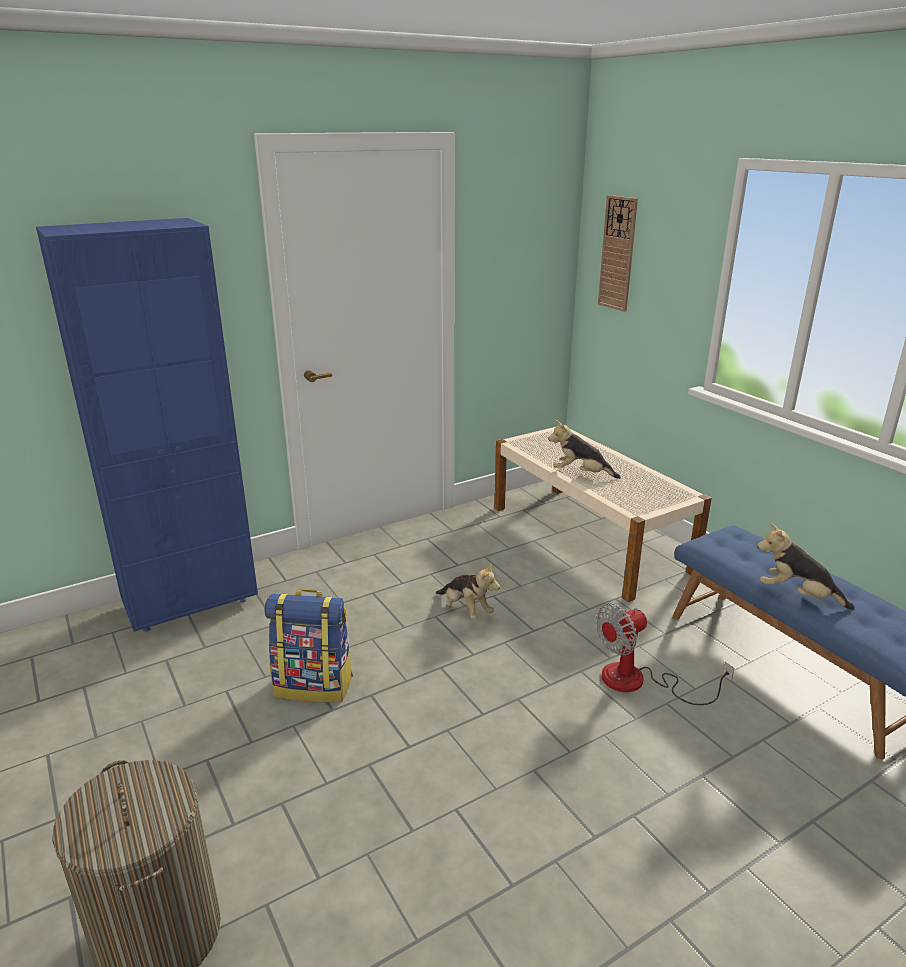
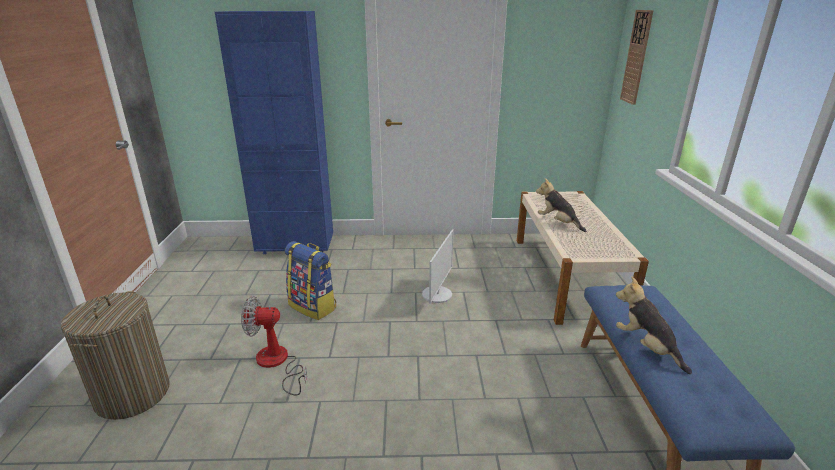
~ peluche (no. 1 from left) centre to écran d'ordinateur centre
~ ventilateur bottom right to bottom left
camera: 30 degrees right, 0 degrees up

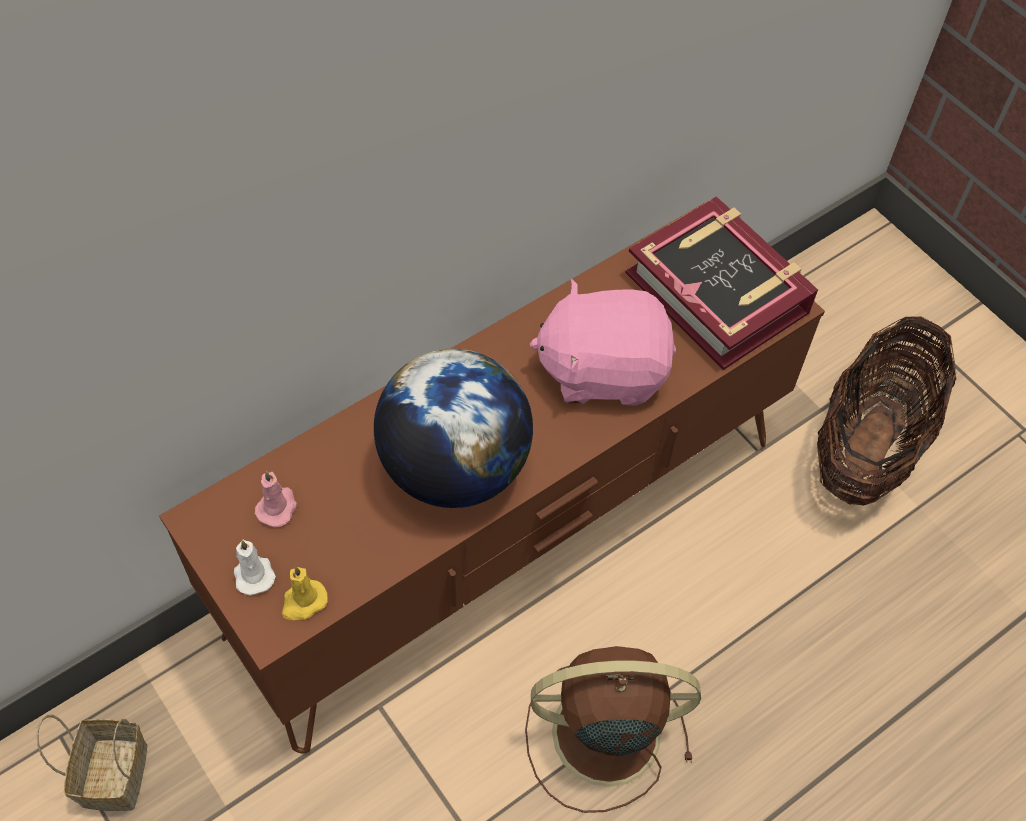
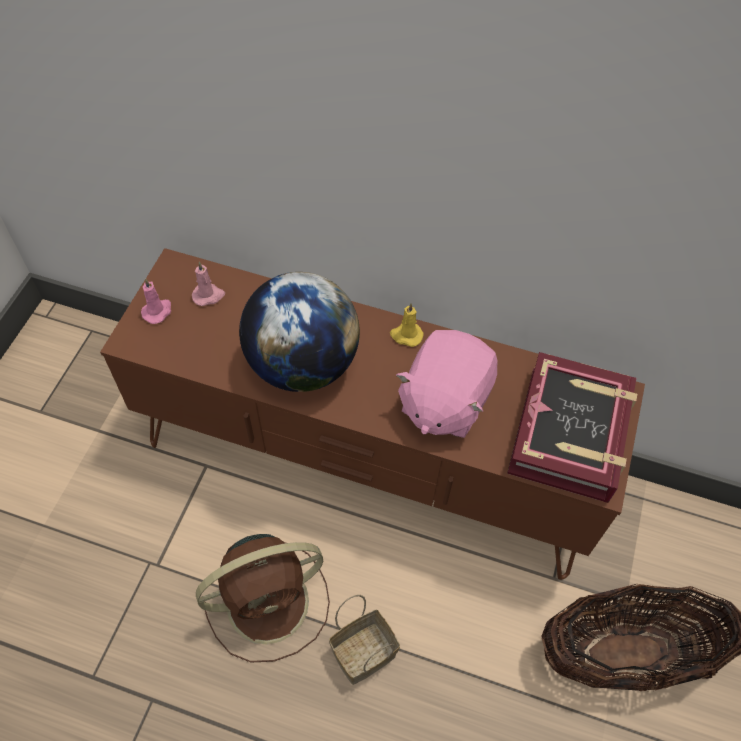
~ peluche [rose] centre = centre 120 degrees counterclockwise
~ bougie [blanc] bottom left to bougie [rose] (no. 1 from left) middle left
~ bougie [jaune] bottom left to centre
~ ventilateur [marron] bottom centre = bottom centre 105 degrees clockwise
~ panier (no. 1 from left) bottom left to bottom centre
camera: 55 degrees right, 0 degrees up

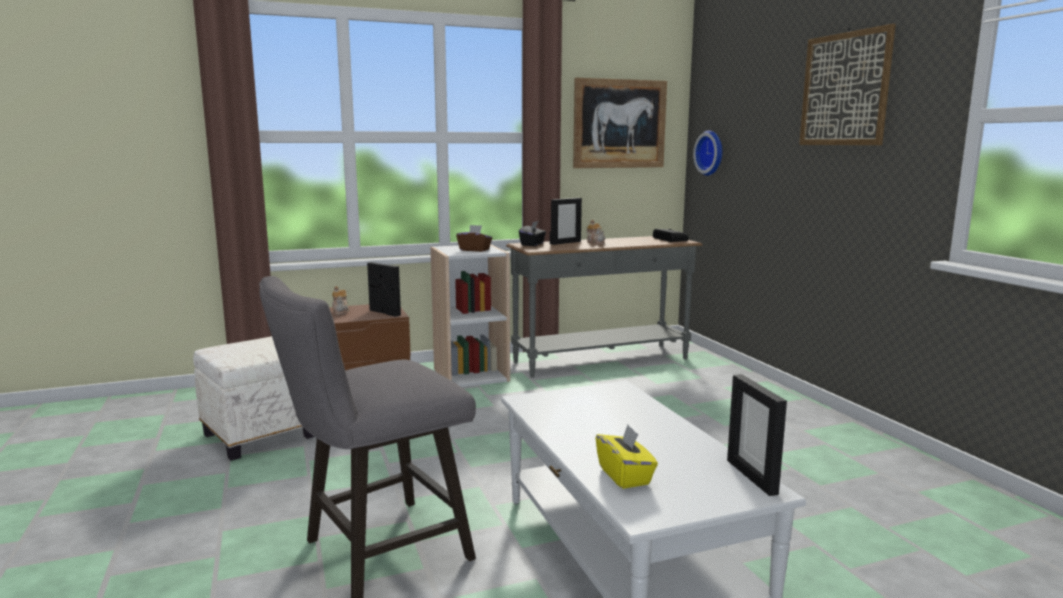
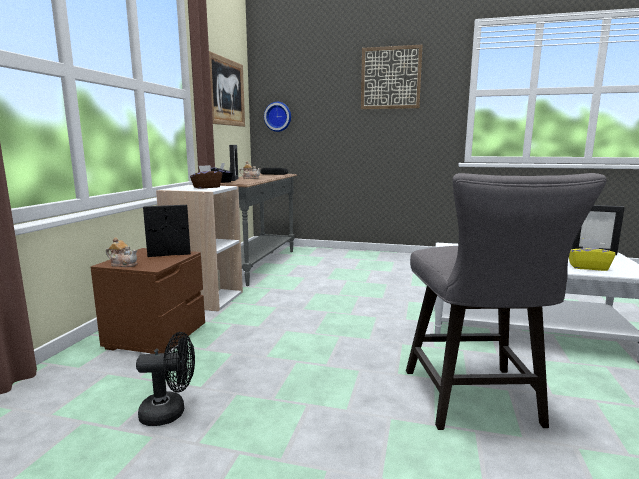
~ pouf [blanc] middle left to ventilateur [noir] bottom left
camera: 55 degrees left, 0 degrees up

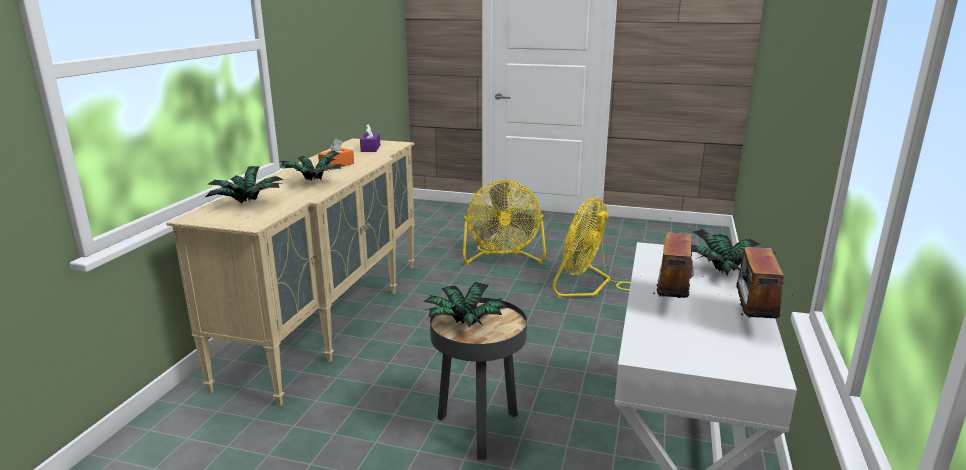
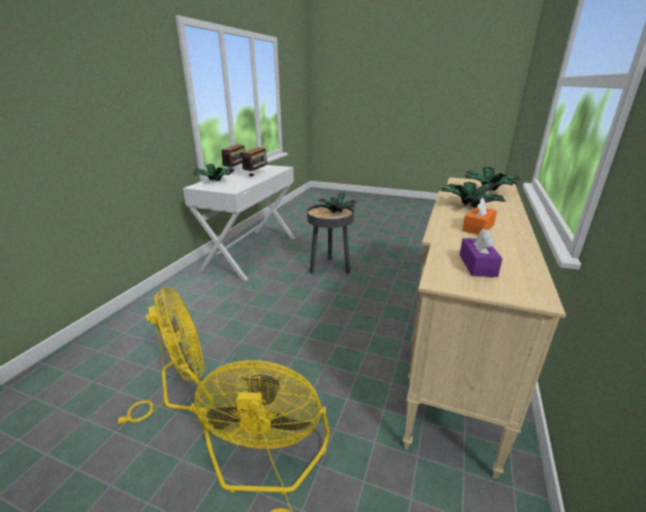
~ ventilateur [jaune] (no. 2 from left in the first image) centre = bottom left 60 degrees counterclockwise
camera: 175 degrees left, 5 degrees up

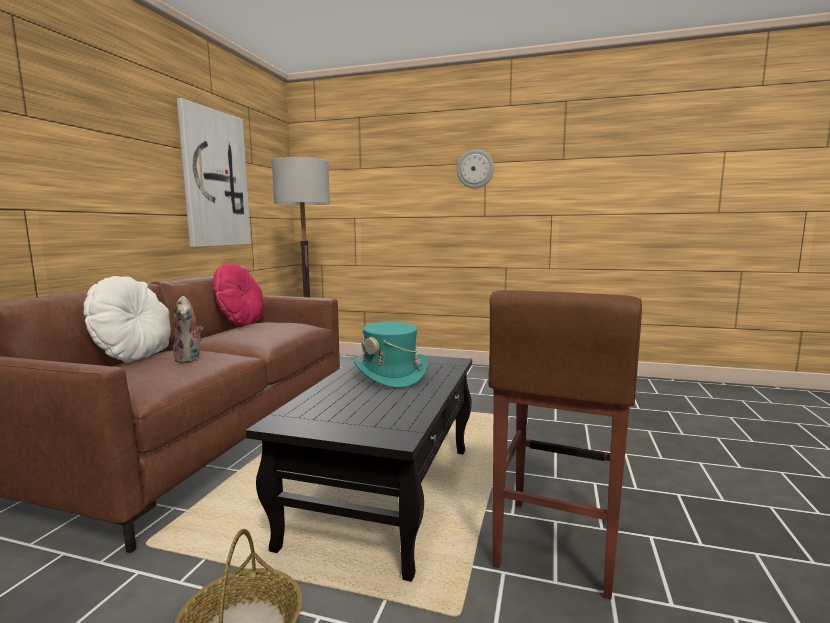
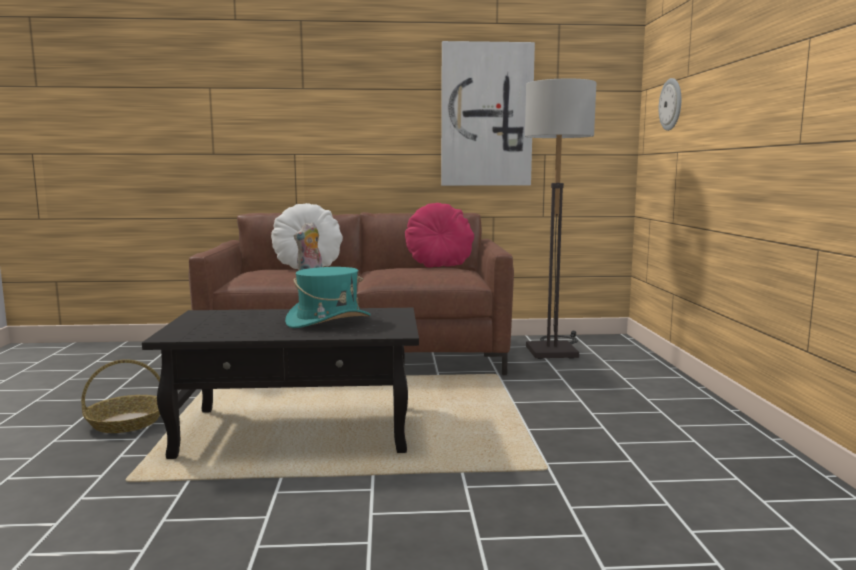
~ horloge murale top centre to top right
- tabouret [marron] bottom right
camera: 70 degrees right, 0 degrees up

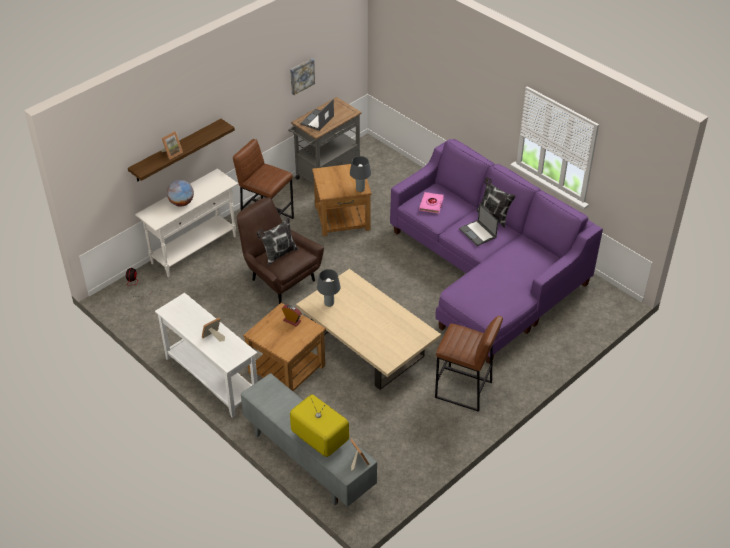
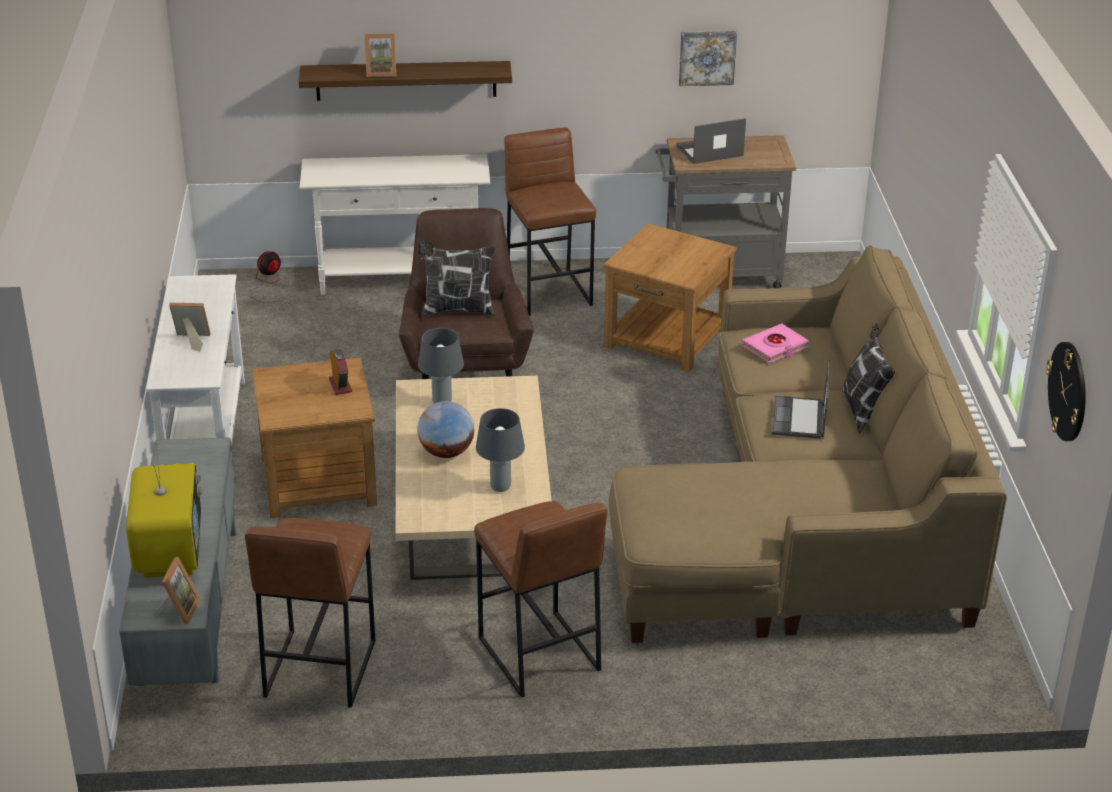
~ canapé [violet] middle right to canapé [beige] middle right
~ lampe de table [gris] (no. 2 from left) top centre to centre
~ globe middle left to centre
+ horloge murale middle right
+ tabouret [marron] (no. 1 from left) bottom left
camera: 40 degrees right, 10 degrees down

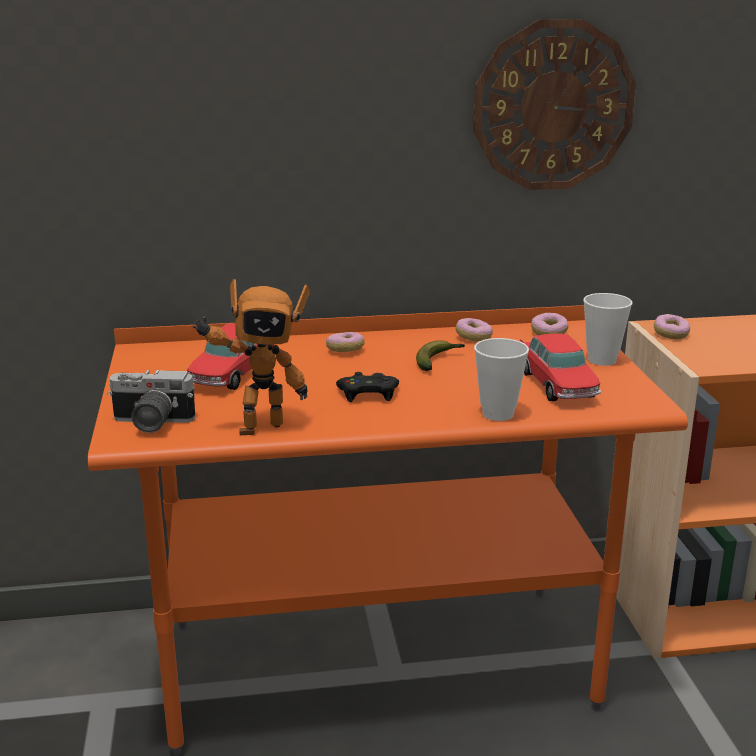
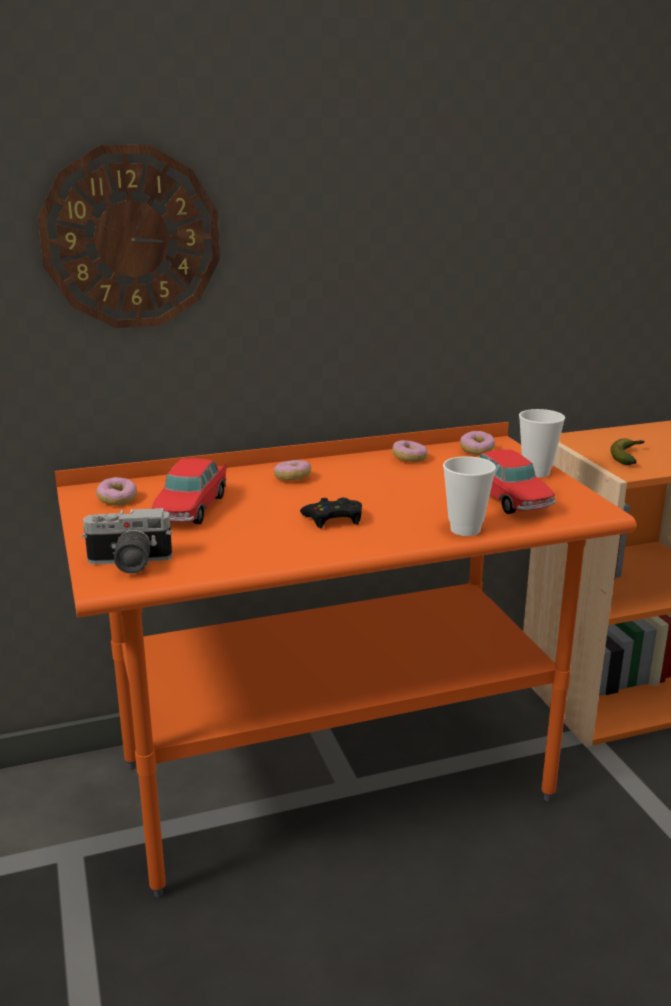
~ horloge murale top right to top left
- robot jouet middle left
~ beignet (no. 4 from left in the first image) middle right to beignet (no. 1 from left) middle left
~ banane centre to middle right
camera: 10 degrees left, 0 degrees up

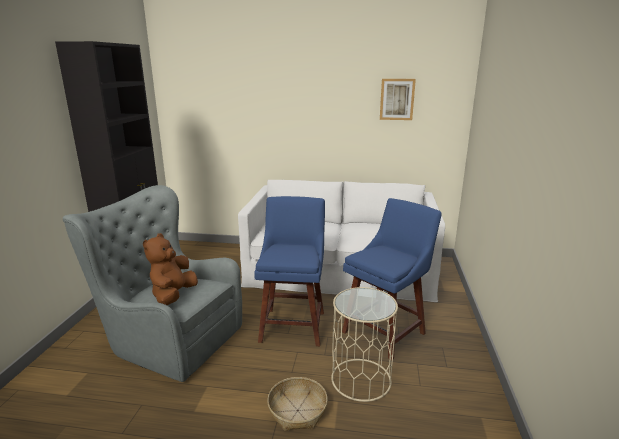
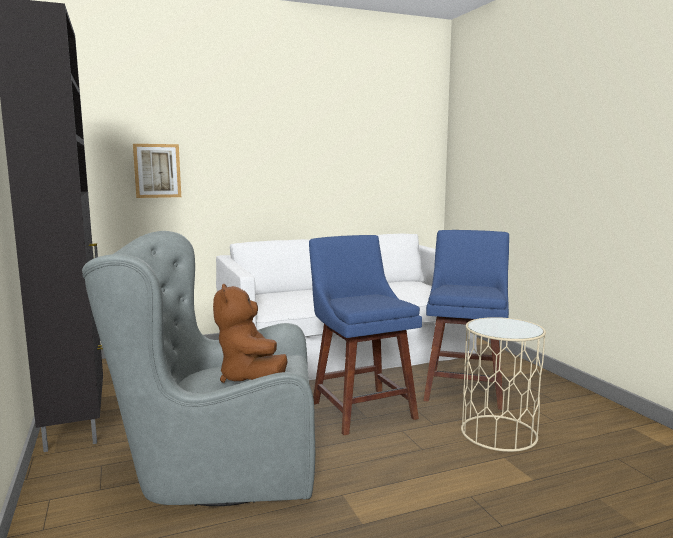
~ tableau top centre to top left
- panier bottom centre
camera: 30 degrees left, 10 degrees down

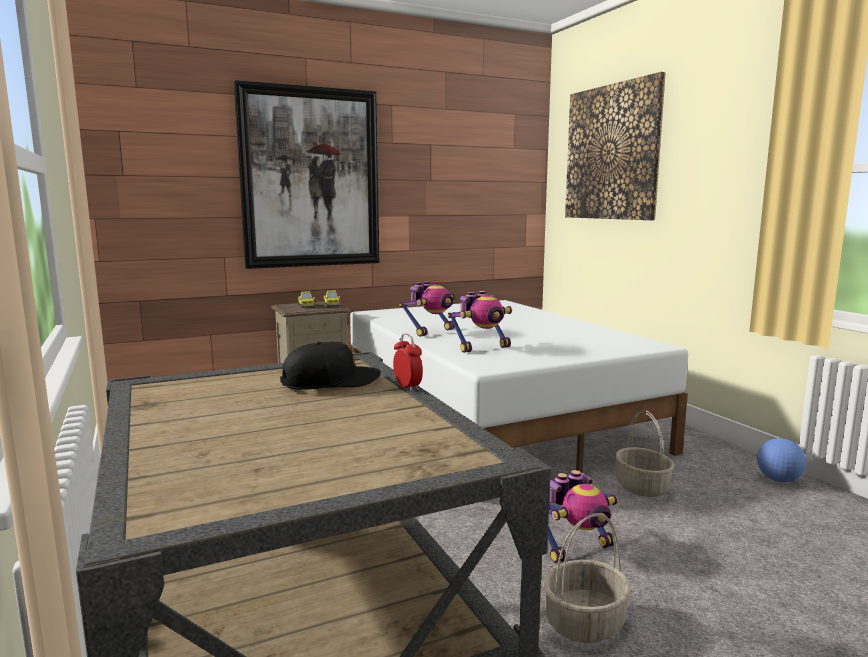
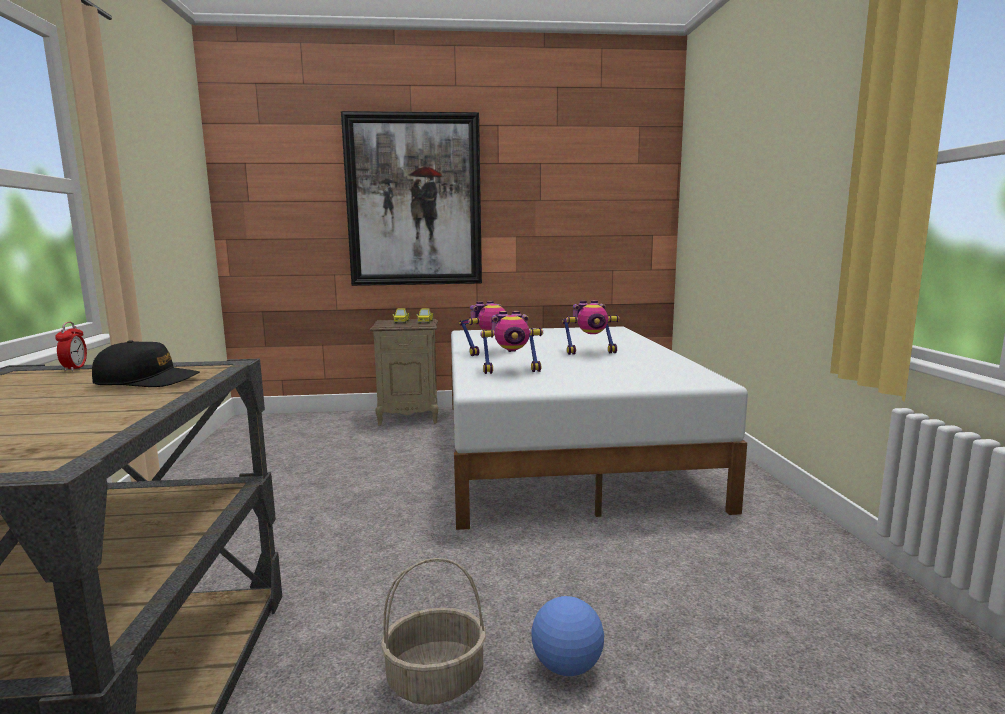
- tableau (no. 2 from left) top right
~ réveil centre to middle left
- panier (no. 2 from left) bottom right
~ ballon de foot bottom right to bottom centre
~ robot jouet (no. 3 from left) bottom right to centre
camera: 20 degrees right, 0 degrees up

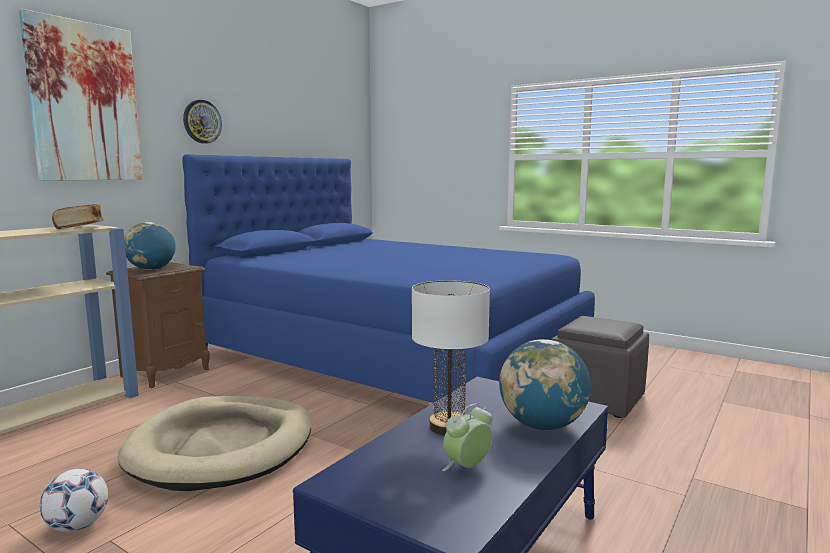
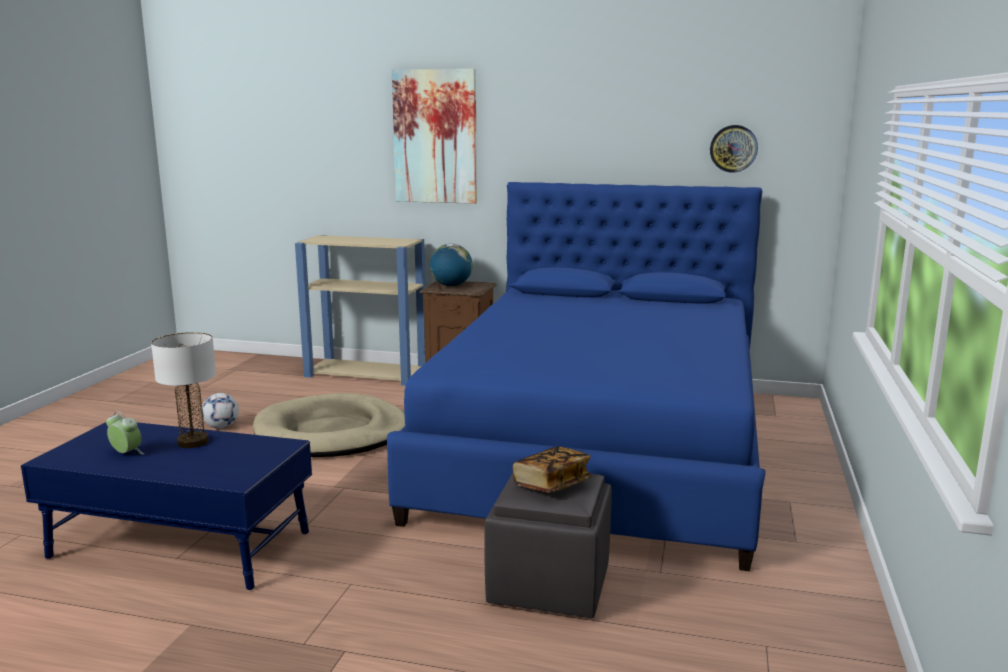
~ horloge murale top left to top right
~ livre middle left to bottom centre
- globe (no. 2 from left) bottom centre
camera: 70 degrees right, 5 degrees up

